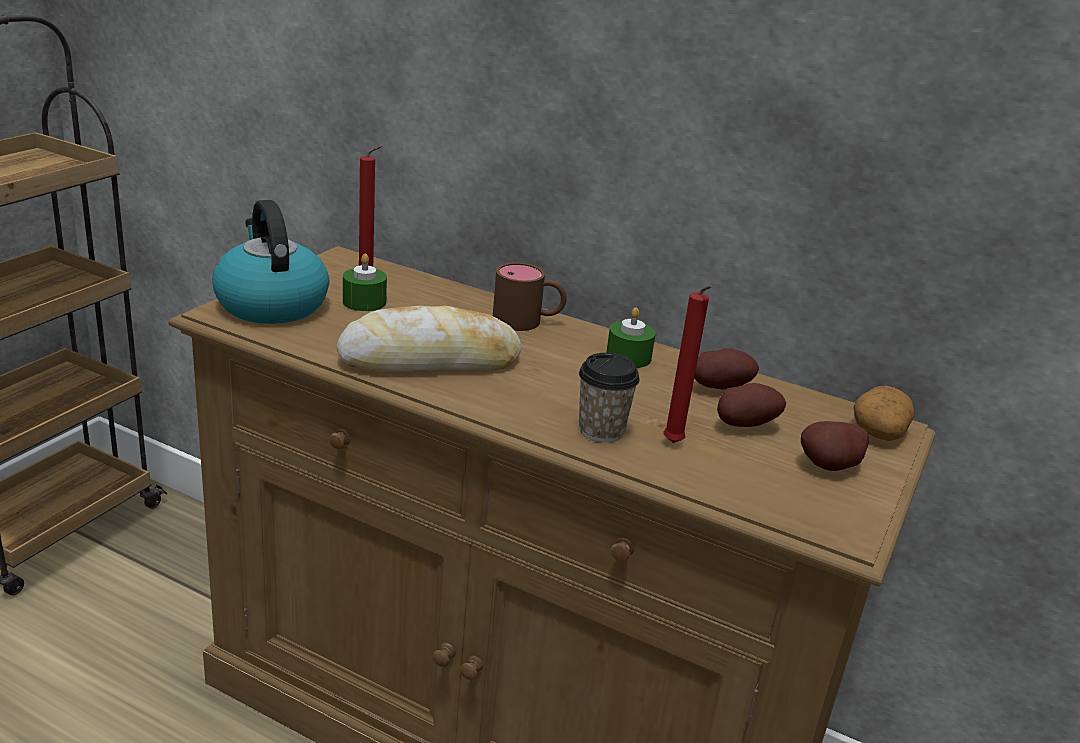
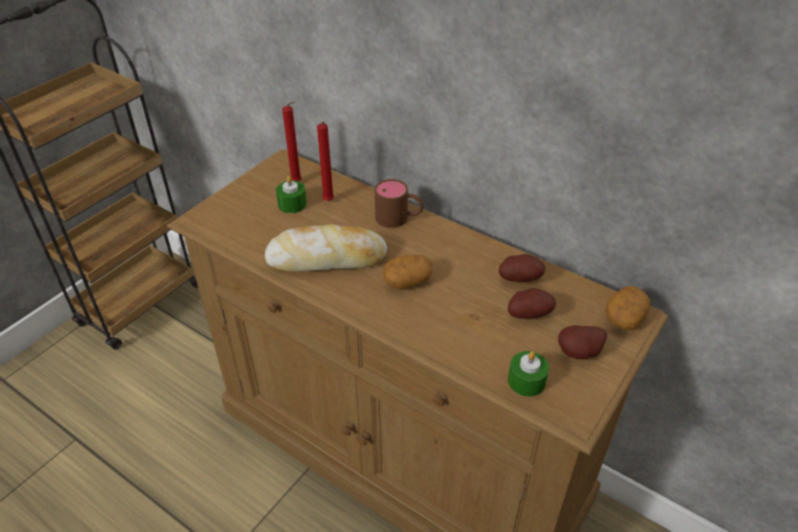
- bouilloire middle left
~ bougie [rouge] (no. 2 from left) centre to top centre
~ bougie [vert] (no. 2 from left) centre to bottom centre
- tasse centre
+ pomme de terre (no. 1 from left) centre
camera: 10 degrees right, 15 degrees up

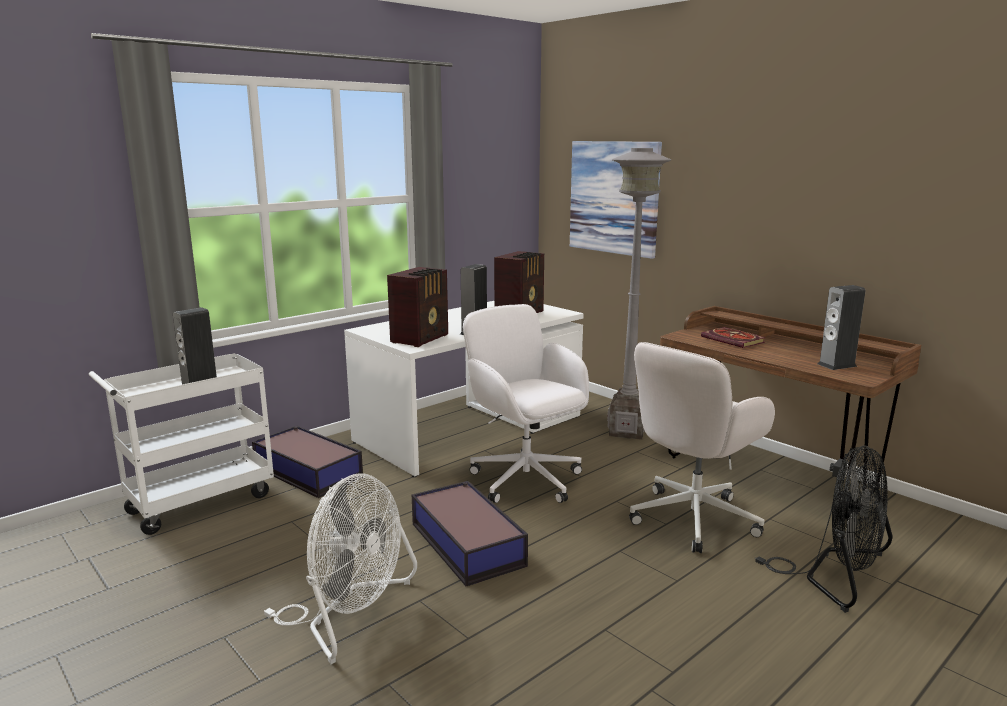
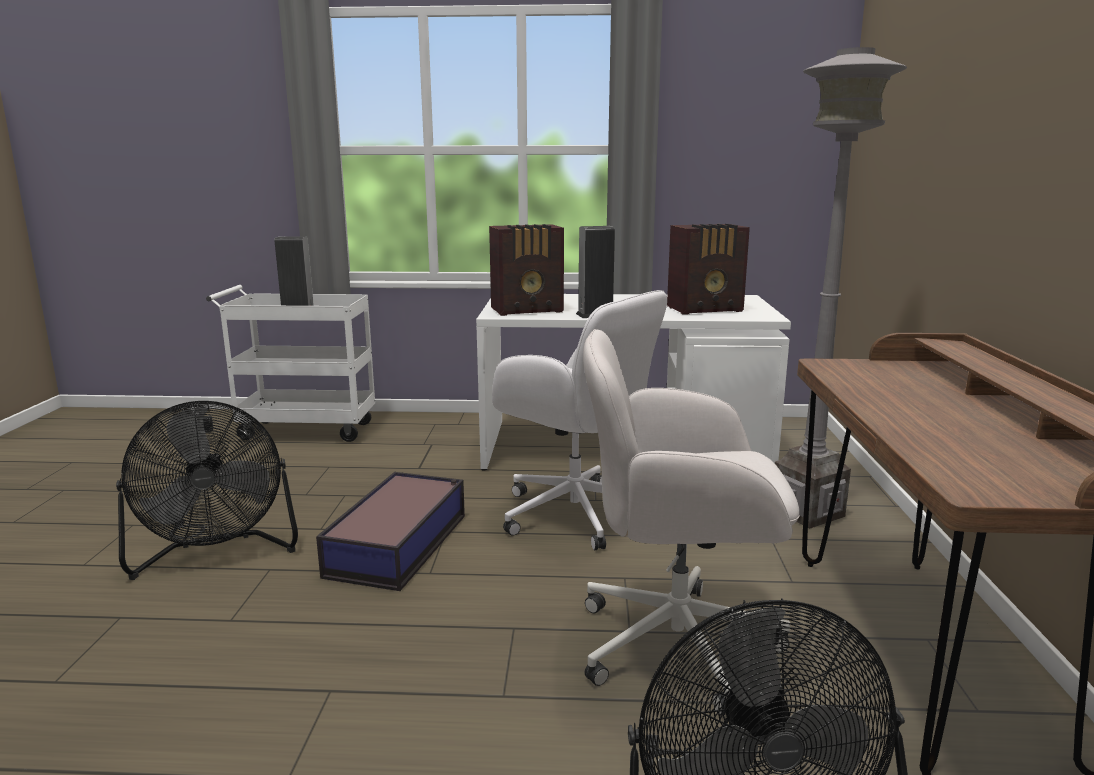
- tableau top centre
- enceinte (no. 3 from left) middle right
~ chaise de bureau [blanc] (no. 1 from left) centre = centre 120 degrees clockwise
- livre middle right
- boîte de rangement (no. 1 from left) middle left
~ ventilateur [blanc] bottom centre to ventilateur [noir] (no. 1 from left) middle left
camera: 45 degrees right, 0 degrees up

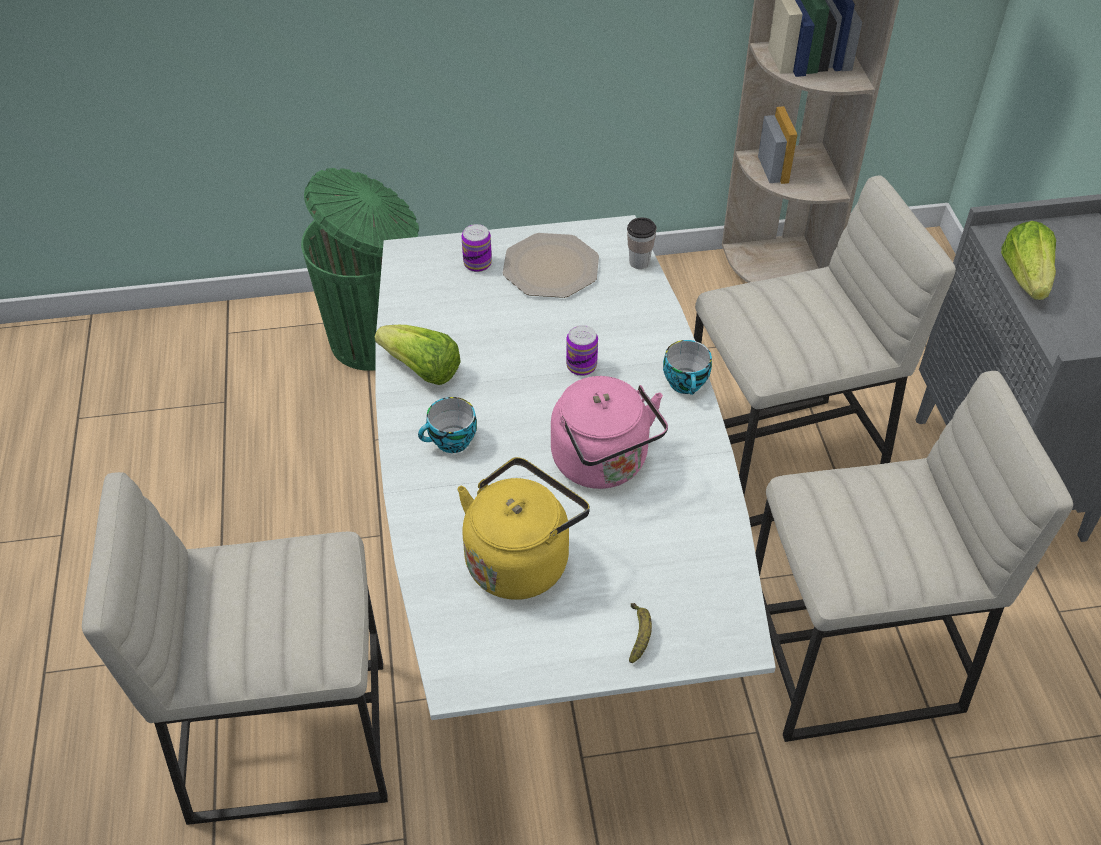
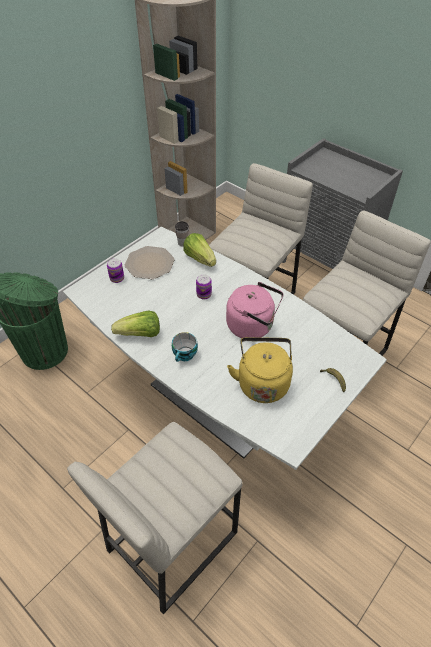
~ laitue (no. 2 from left) top right to centre
- tasse (no. 3 from left) centre
camera: 40 degrees left, 0 degrees up

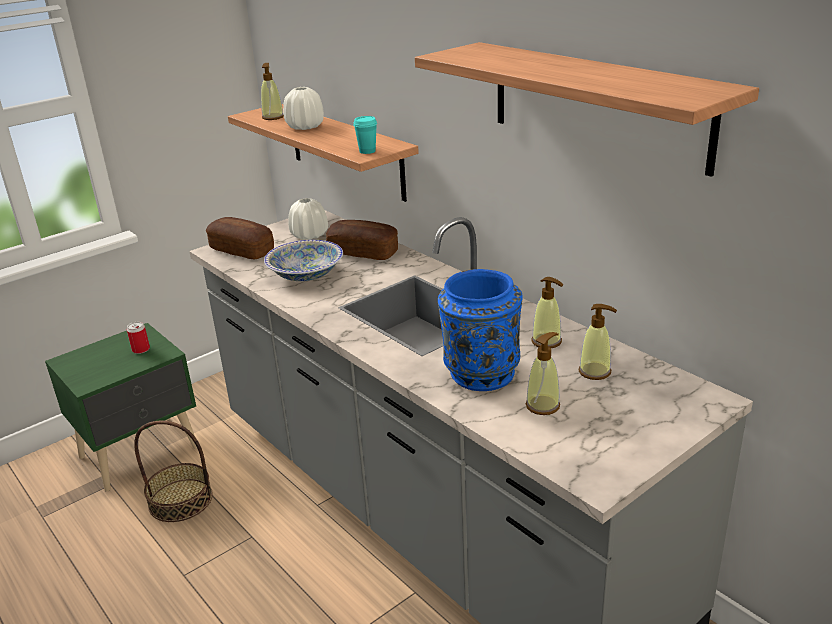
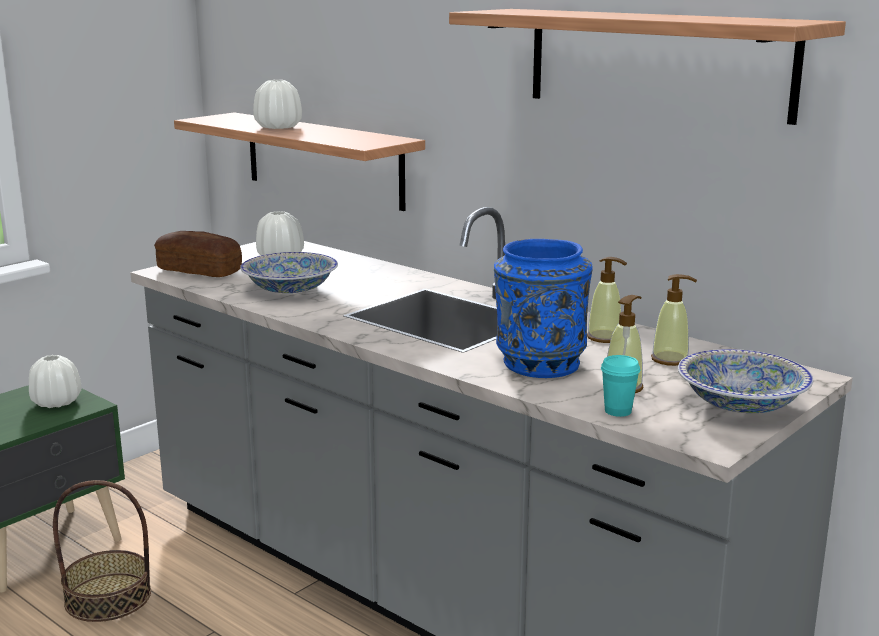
- distributeur de savon (no. 1 from left) top left
~ tasse [turquoise] top centre to middle right
- pain (no. 2 from left) centre
~ boîte métallique middle left to vase [blanc] (no. 1 from left) middle left
+ bol (no. 2 from left) middle right
camera: 10 degrees left, 10 degrees down

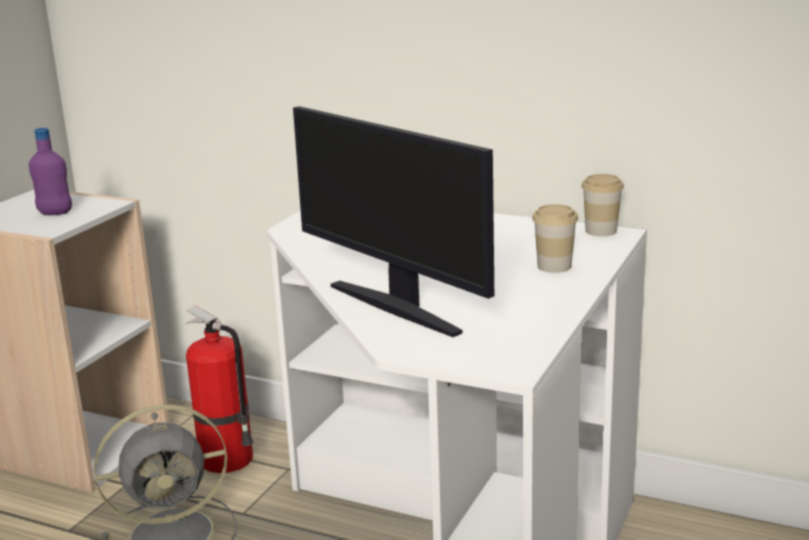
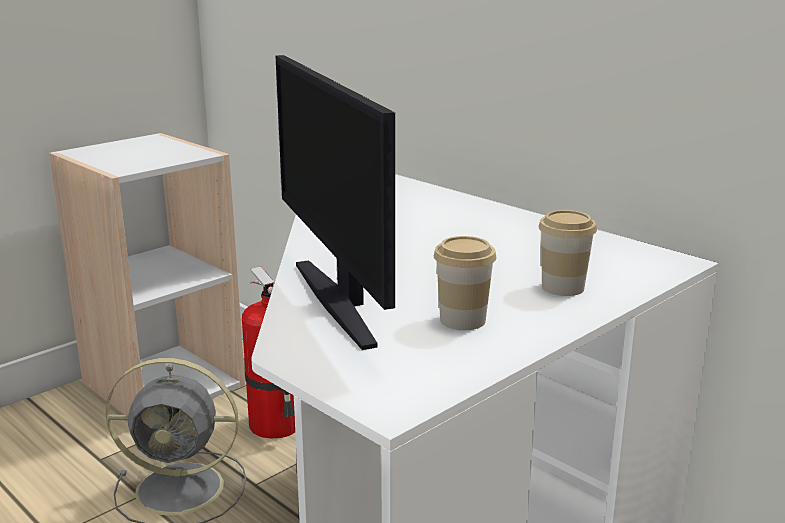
- bouteille [violet] top left
~ tasse (no. 2 from left in the first image) middle right to tasse (no. 1 from left) centre
camera: 20 degrees right, 0 degrees up

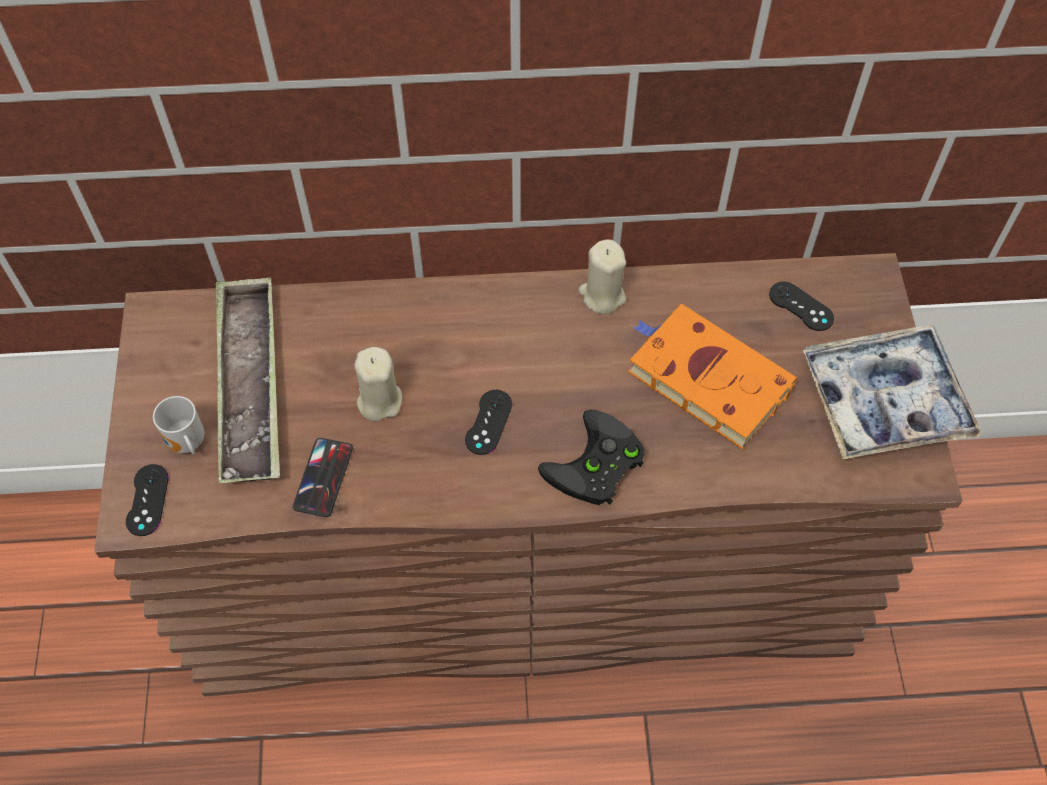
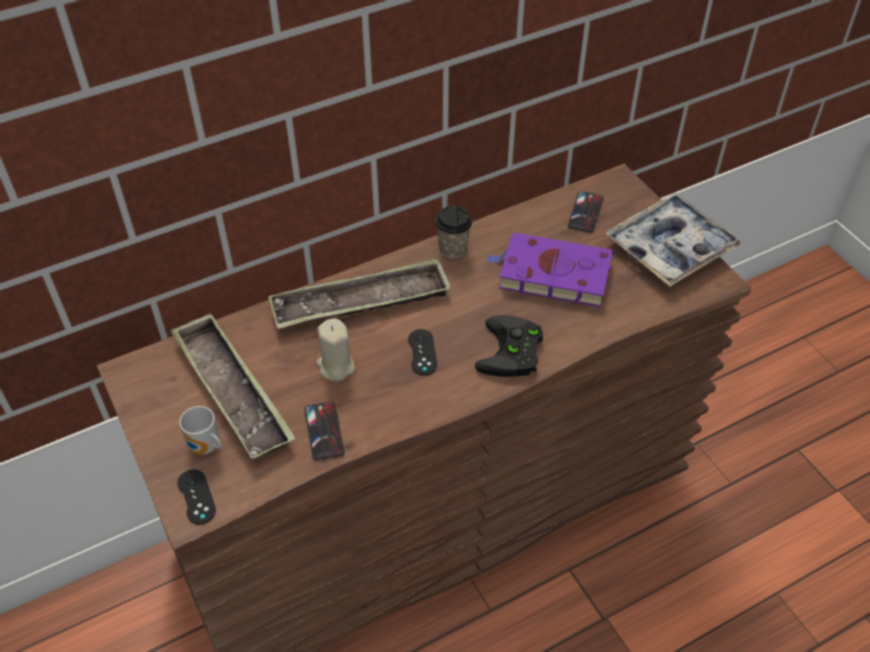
~ bougie [beige] (no. 2 from left) centre to tasse centre
~ manette [noir] (no. 4 from left) middle right to téléphone (no. 2 from left) top right
~ livre [orange] middle right to livre [violet] centre
+ plateau (no. 2 from left) centre
camera: 25 degrees left, 10 degrees down

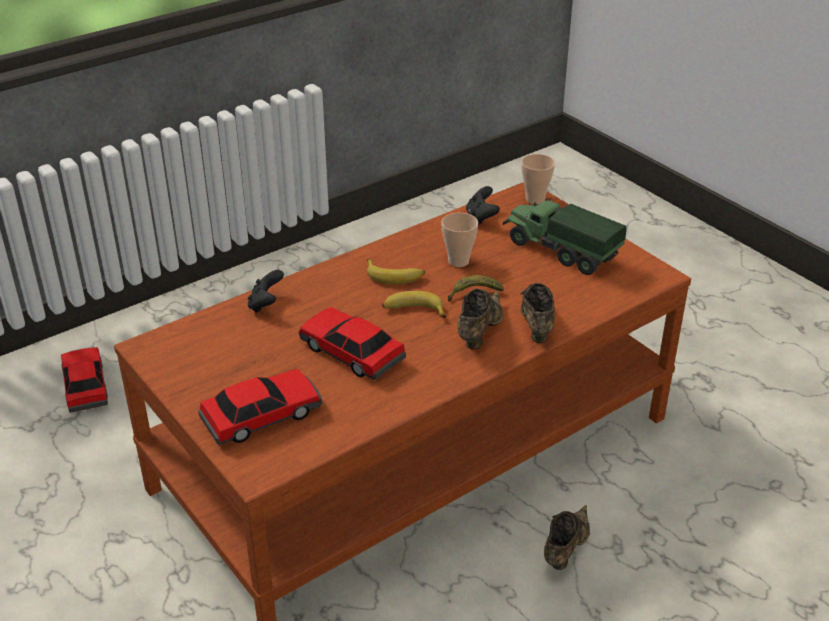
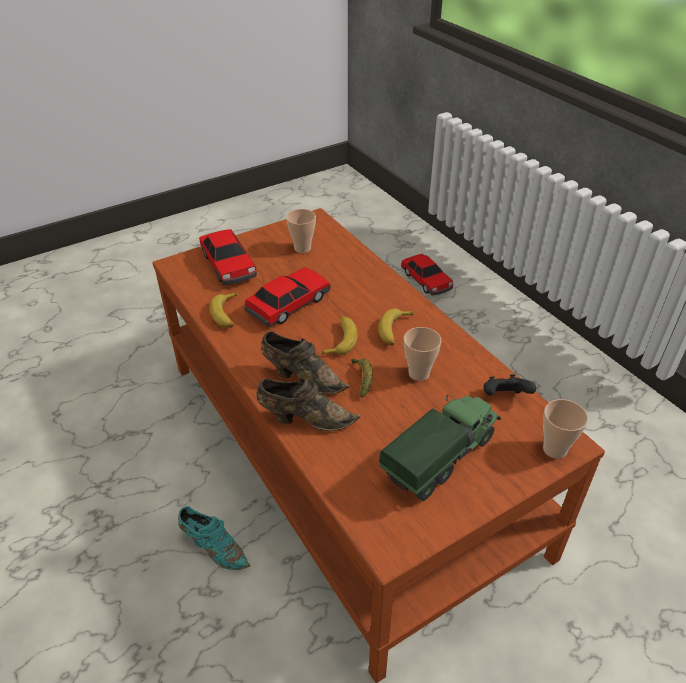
- manette [noir] (no. 1 from left) middle left
~ petite voiture (no. 1 from left in the first image) middle left = centre 75 degrees clockwise
~ chaussure [marron] (no. 3 from left) bottom right to chaussure [turquoise] bottom left
+ tasse (no. 1 from left) centre
+ banane (no. 1 from left) middle left
camera: 95 degrees right, 5 degrees up

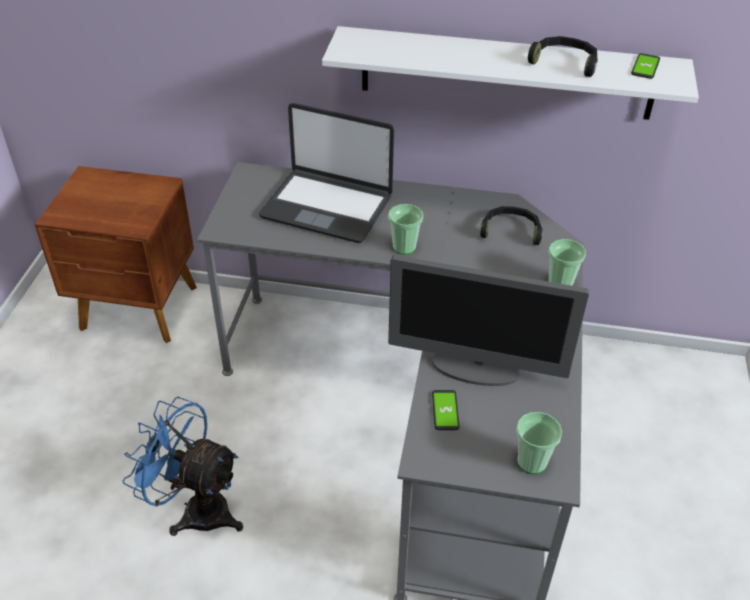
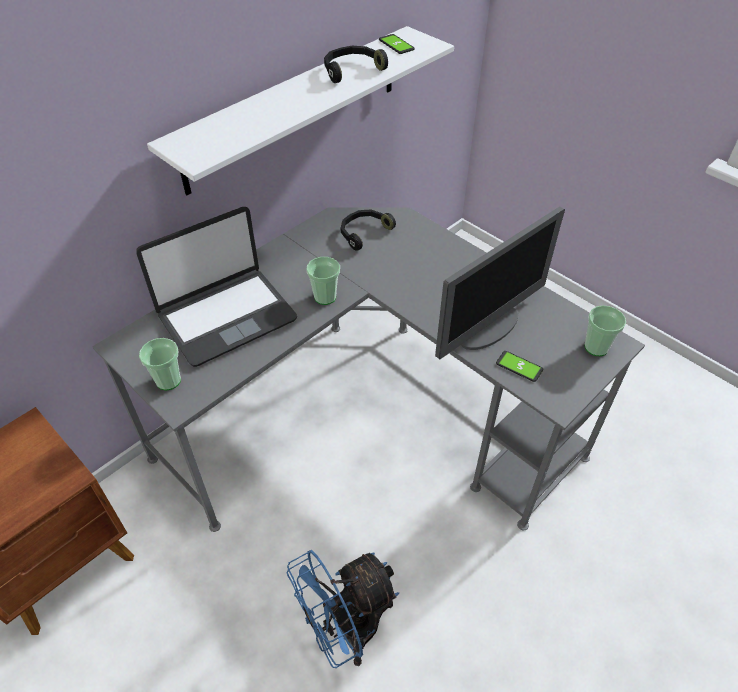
~ tasse (no. 3 from left in the first image) middle right to tasse (no. 1 from left) middle left
camera: 55 degrees left, 5 degrees up

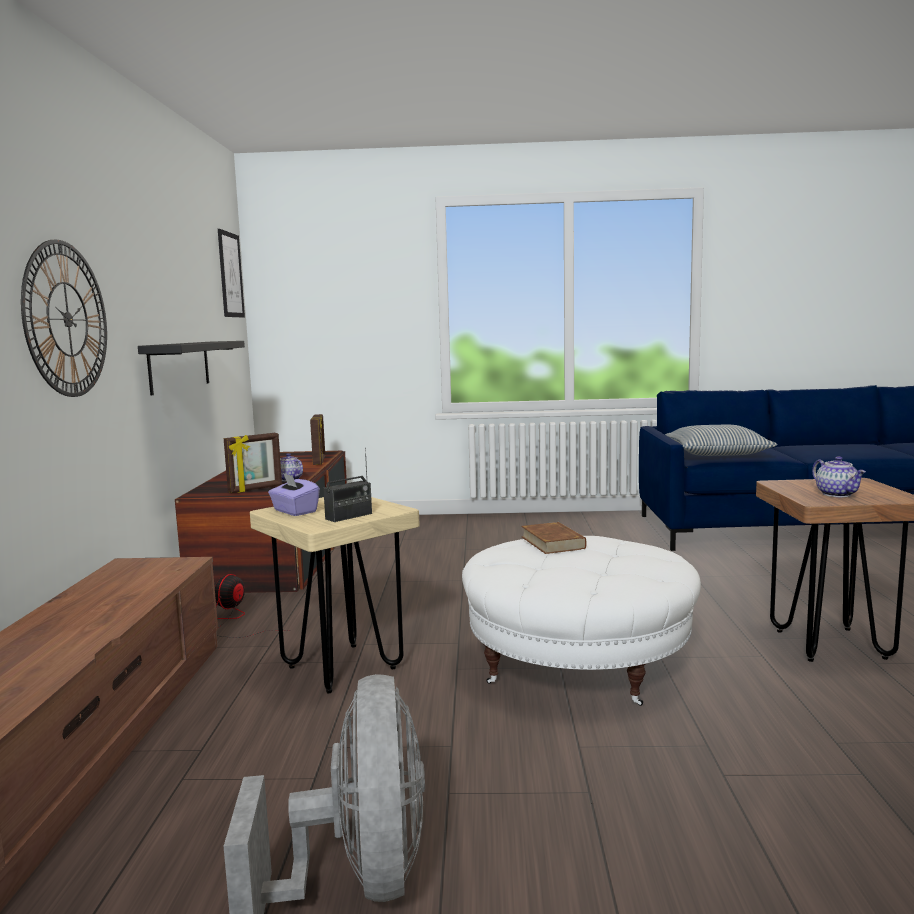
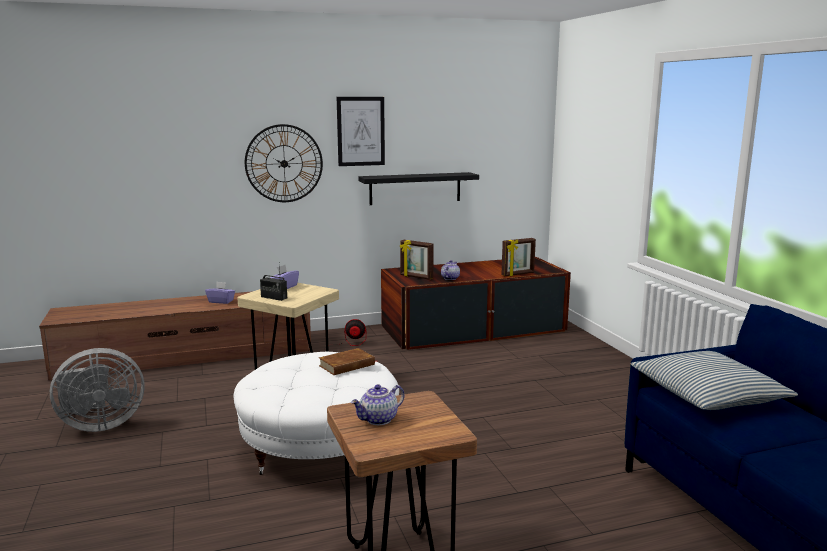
~ tableau top left to top centre
+ boîte à mouchoirs [violet] (no. 1 from left) middle left
camera: 70 degrees right, 5 degrees up

